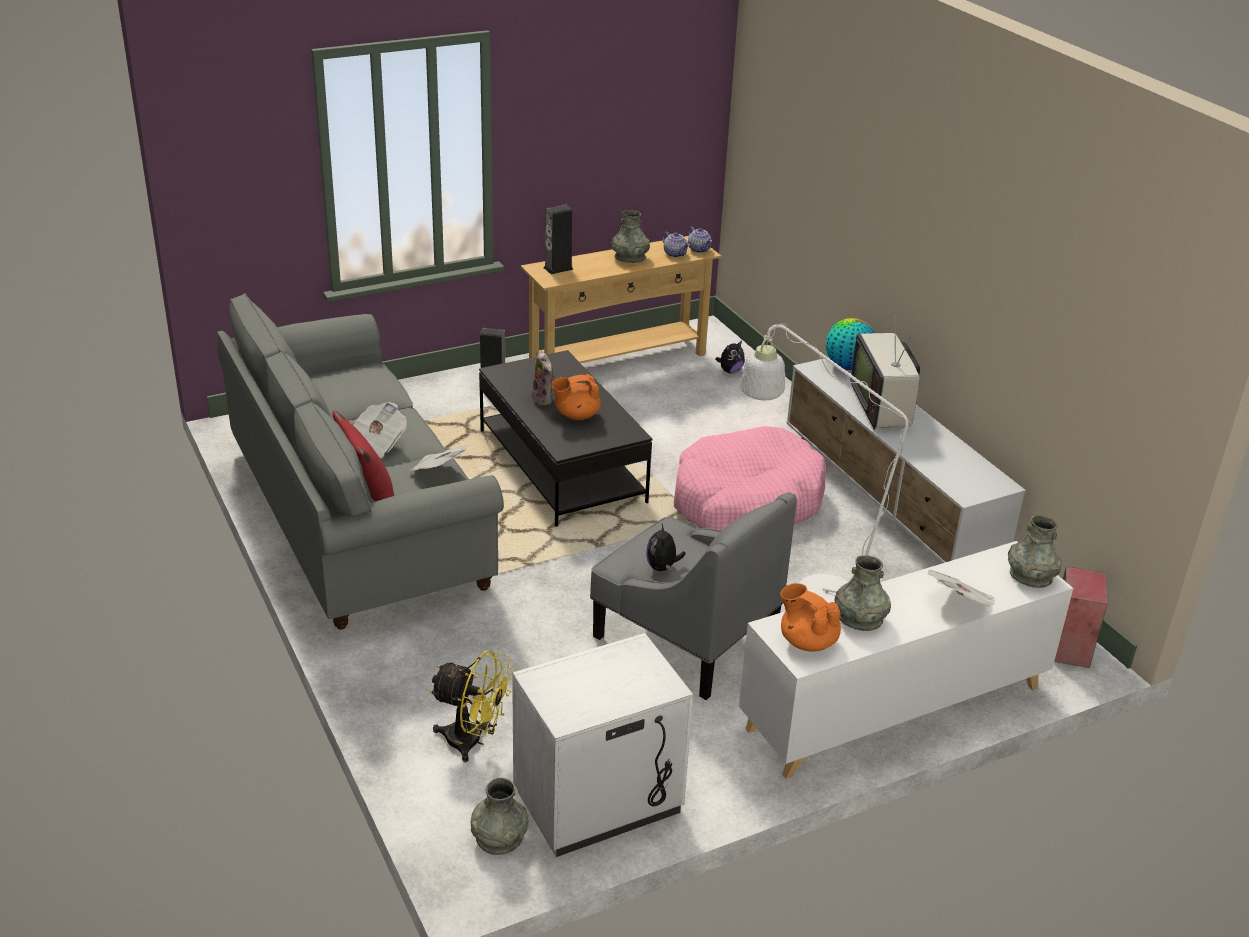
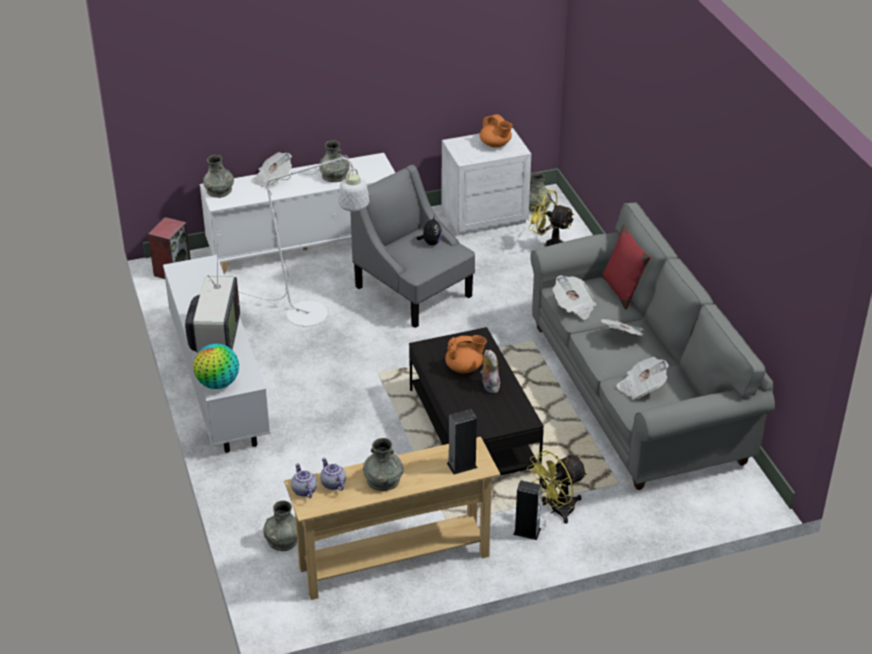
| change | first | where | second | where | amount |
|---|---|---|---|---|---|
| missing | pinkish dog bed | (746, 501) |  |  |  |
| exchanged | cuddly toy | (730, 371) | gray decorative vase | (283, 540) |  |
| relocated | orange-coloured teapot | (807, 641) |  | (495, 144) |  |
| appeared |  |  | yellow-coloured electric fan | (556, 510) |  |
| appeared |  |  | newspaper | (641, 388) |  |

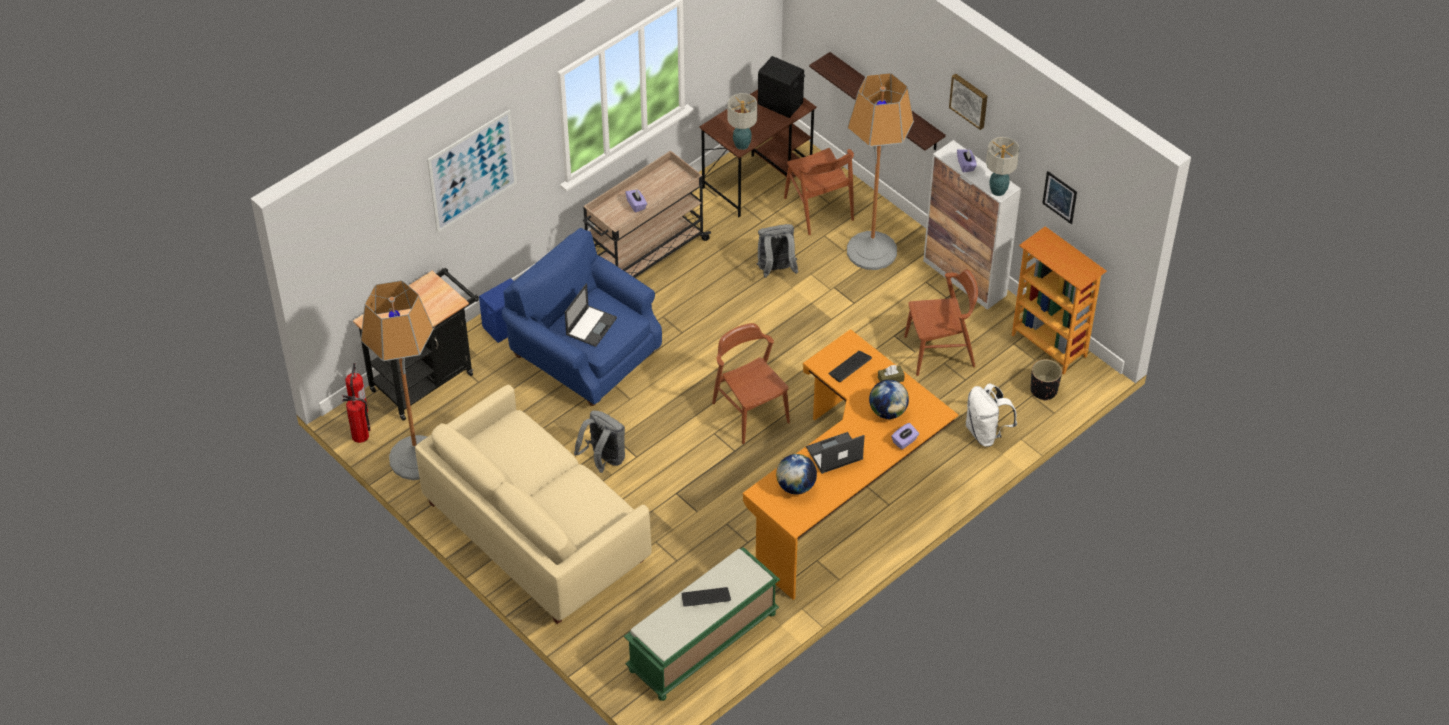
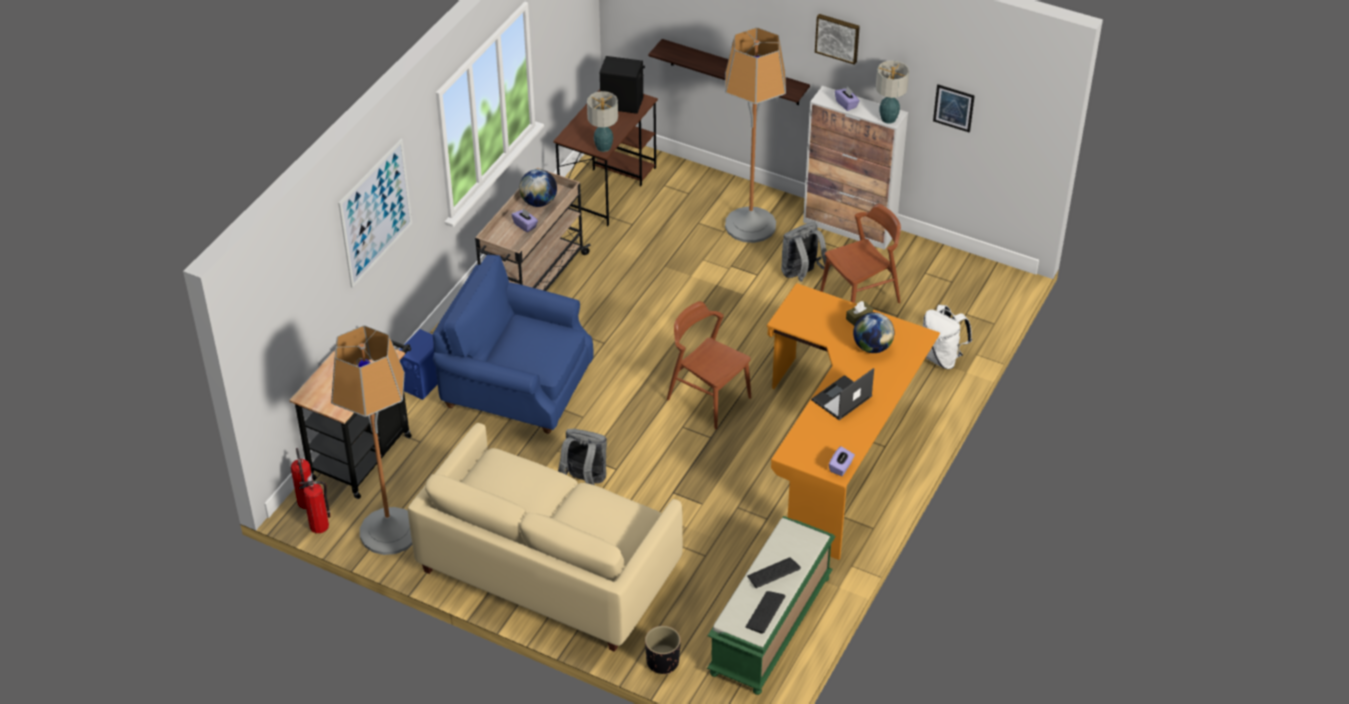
| change | first | where | second | where | amount |
|---|---|---|---|---|---|
| missing | portable computer | (591, 326) |  |  |  |
| relocated | gray rucksack | (776, 270) |  | (801, 275) |  |
| relocated | desk globe | (796, 486) |  | (539, 202) |  |
| missing | brownish upright chair | (819, 209) |  |  |  |
| relocated | computer keyboard | (850, 367) |  | (765, 612) |  |
| relocated | purple-coloured tissue holder | (904, 441) |  | (841, 467) |  |
| missing | shelving unit | (1050, 345) |  |  |  |
| relocated | blackish plant pot | (1043, 390) |  | (662, 662) |  |

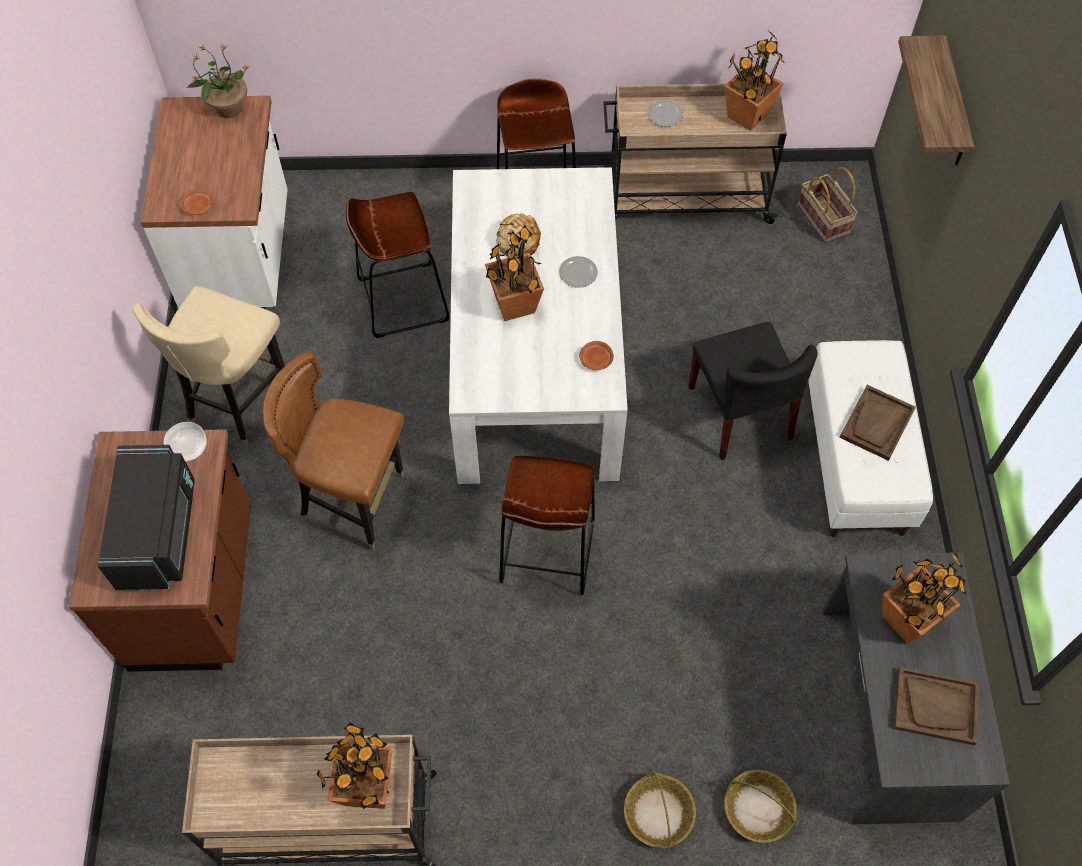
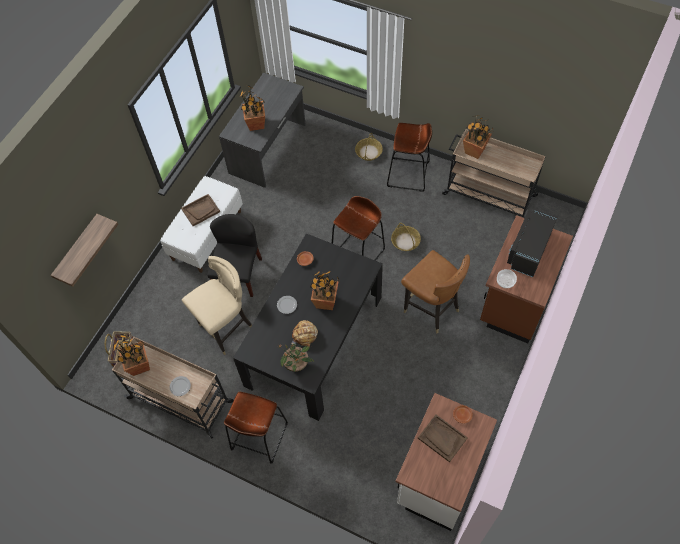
| change | first | where | second | where | amount |
|---|---|---|---|---|---|
| relocated | beige-coloured upright chair | (238, 404) |  | (226, 329) |  |
| relocated | plant in a pot | (228, 108) |  | (297, 364) |  |
| relocated | brownish stool | (403, 299) |  | (408, 174) |  |
| colour | white-coloured kitchen table | (536, 362) | blackish kitchen table | (314, 340) |  |
| relocated | storage basket | (757, 809) |  | (405, 241) |  |
| relocated | brownish carrying tray | (935, 706) |  | (442, 438) |  |

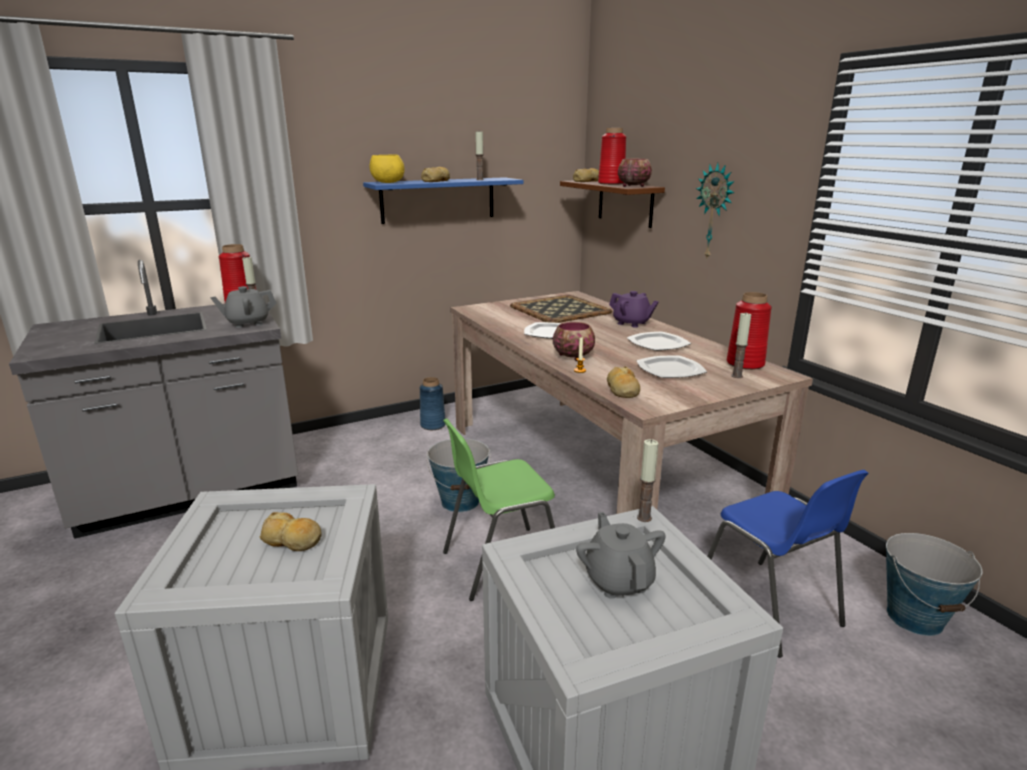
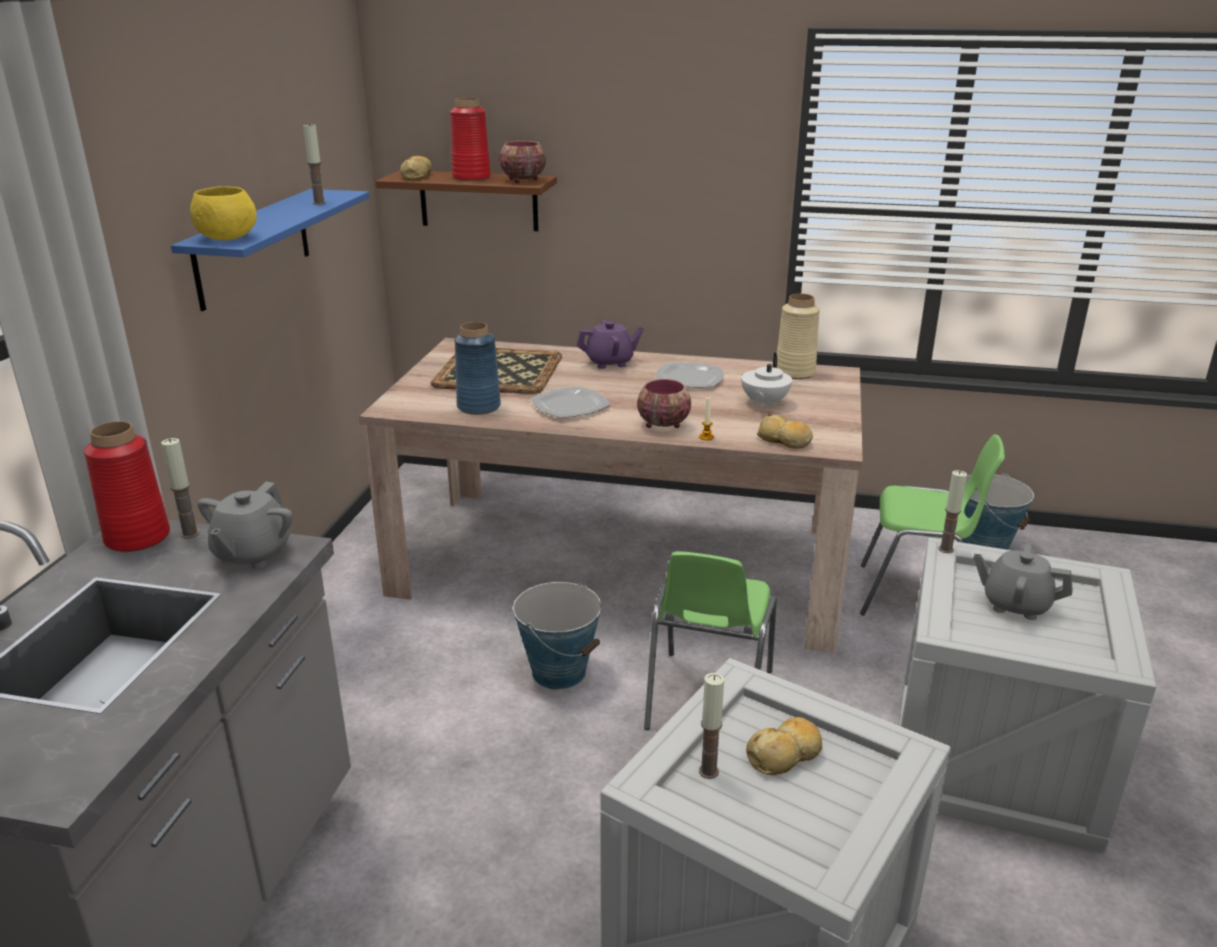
| change | first | where | second | where | amount |
|---|---|---|---|---|---|
| relocated | blue decorative vase | (433, 425) |  | (479, 407) |  |
| missing | baked bread | (436, 181) |  |  |  |
| exchanged | dinner plate | (669, 369) | white-coloured teapot | (764, 403) |  |
| missing | hanging clock | (715, 212) |  |  |  |
| colour | blue upright chair | (768, 607) | green-coloured upright chair | (917, 596) |  |
| colour | red decorative vase | (745, 363) | beige-coloured decorative vase | (794, 372) |  |
| relocated | candle | (737, 376) |  | (708, 771) |  |

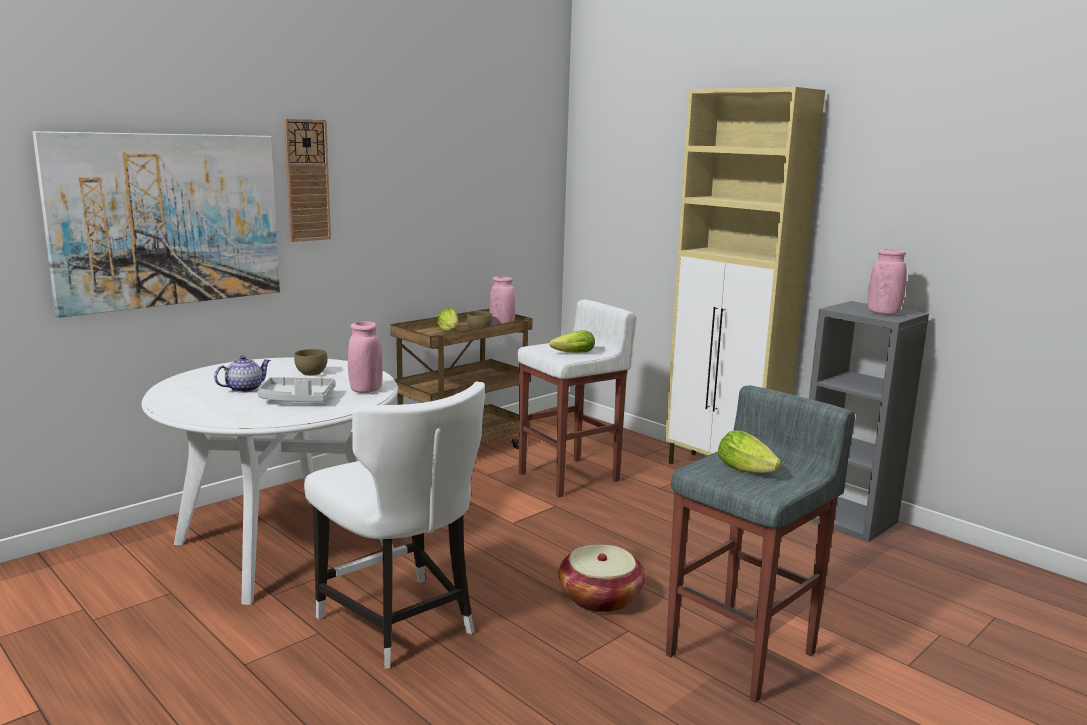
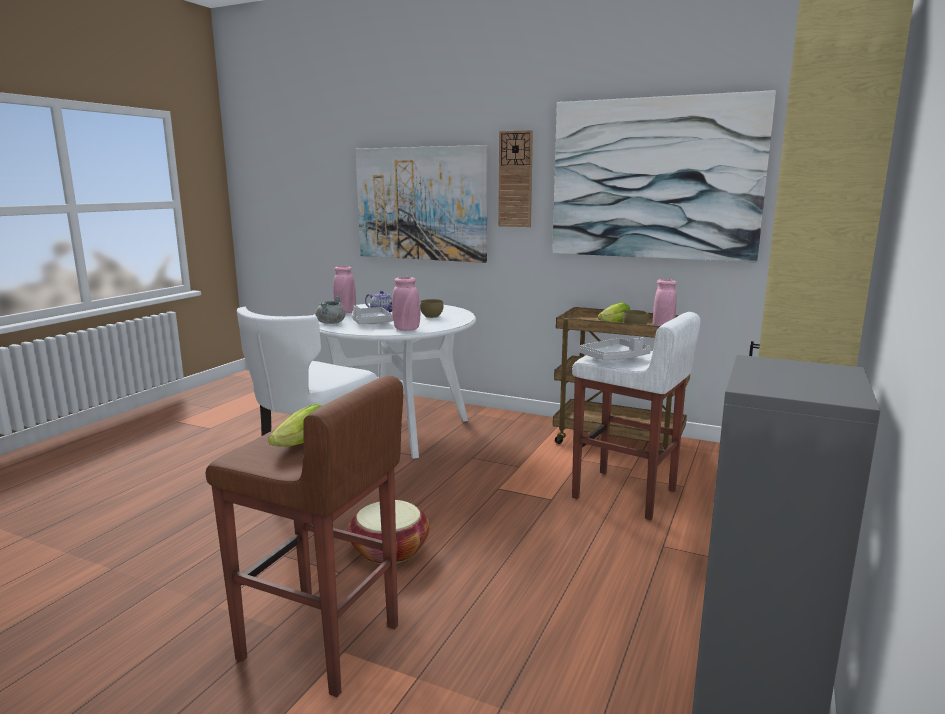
| change | first | where | second | where | amount |
|---|---|---|---|---|---|
| exchanged | head of lettuce | (571, 353) | gray carrying tray | (614, 358) |  |
| colour | gray stool | (743, 653) | brownish stool | (320, 644) |  |
| relocated | pinkish decorative vase | (883, 313) |  | (346, 312) |  |
| appeared |  |  | gray stockpot | (331, 323) |  |
| appeared |  |  | wall art | (654, 179) |  |

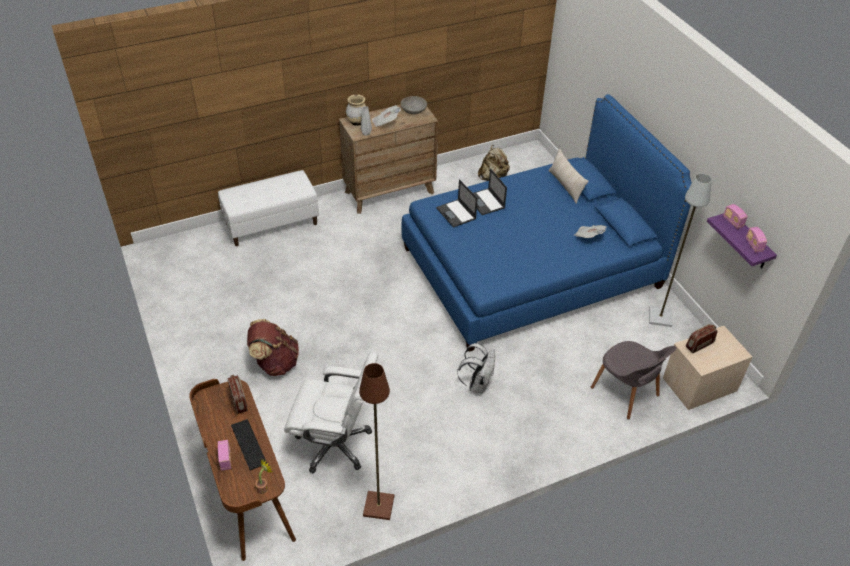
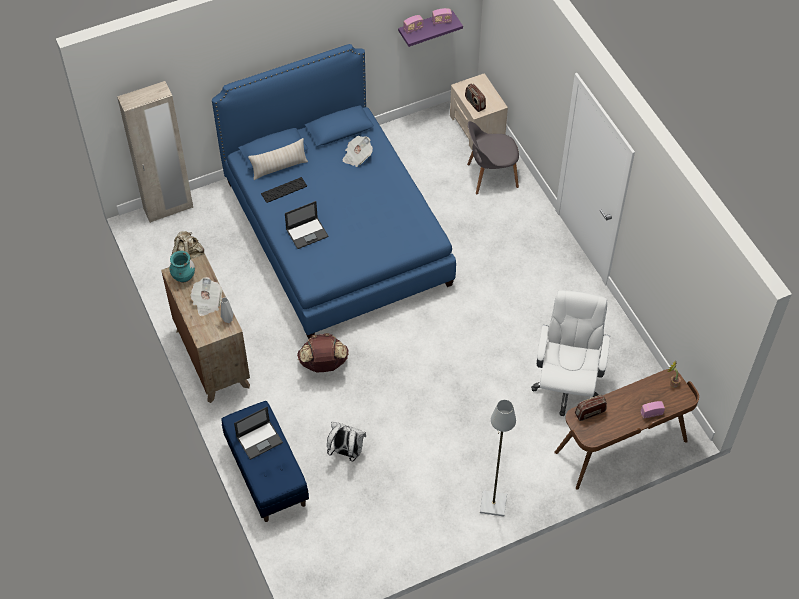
| change | first | where | second | where | amount |
|---|---|---|---|---|---|
| colour | white-coloured bench | (271, 223) | blue bench | (266, 473) |  |
| relocated | computer keyboard | (247, 444) |  | (284, 191) |  |
| relocated | brownish rucksack | (275, 363) |  | (323, 364) |  |
| missing | beige-coloured decorative vase | (357, 122) |  |  |  |
| missing | brownish standing lamp | (378, 505) |  |  |  |
| exchanged | gray deep dish | (413, 110) | turquoise decorative vase | (184, 277) |  |
| relocated | portable computer | (456, 214) |  | (260, 439) |  |
| relocated | white-coloured rucksack | (477, 384) |  | (346, 452) |  |
| spun | gray upright chair | (626, 393) |  | (490, 176) | 150 degrees counterclockwise |
| relocated | gray standing lamp | (659, 317) |  | (492, 504) |  |
| appeared |  |  | beige-coloured armoire | (168, 209) |  |

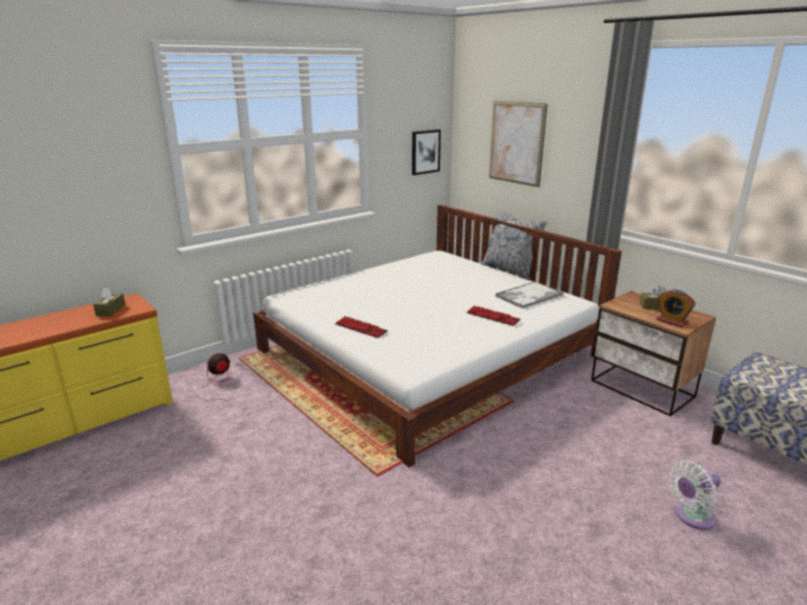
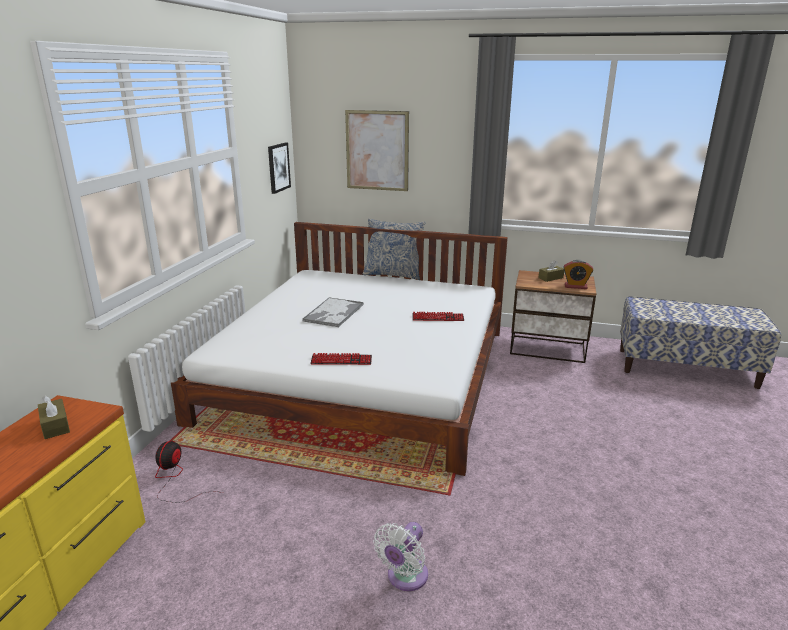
| change | first | where | second | where | amount |
|---|---|---|---|---|---|
| relocated | carrying tray | (528, 296) |  | (333, 313) |  |
| relocated | white-coloured electric fan | (692, 517) |  | (405, 578) |  |

